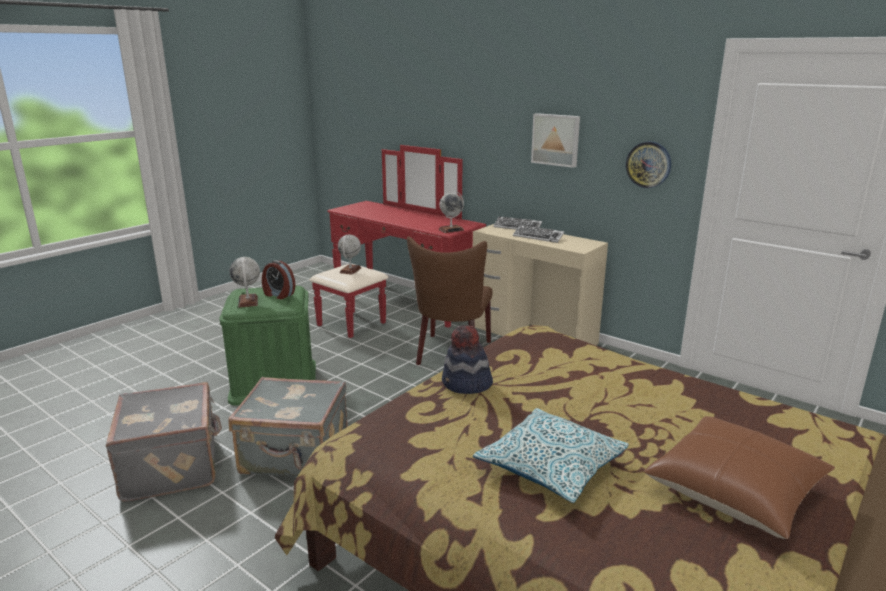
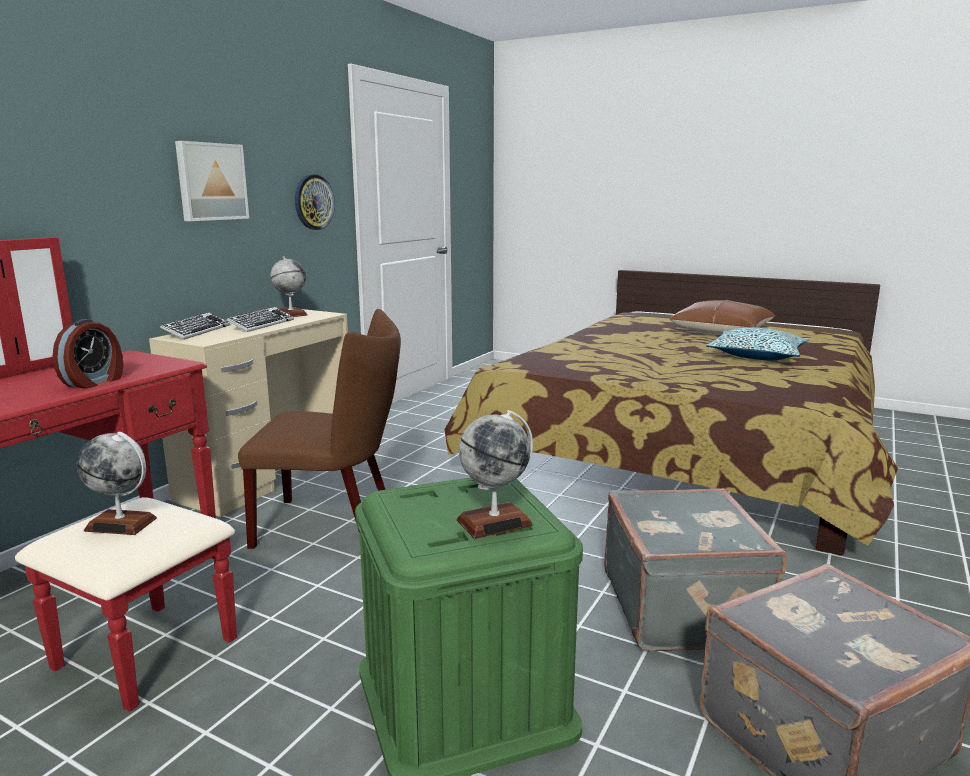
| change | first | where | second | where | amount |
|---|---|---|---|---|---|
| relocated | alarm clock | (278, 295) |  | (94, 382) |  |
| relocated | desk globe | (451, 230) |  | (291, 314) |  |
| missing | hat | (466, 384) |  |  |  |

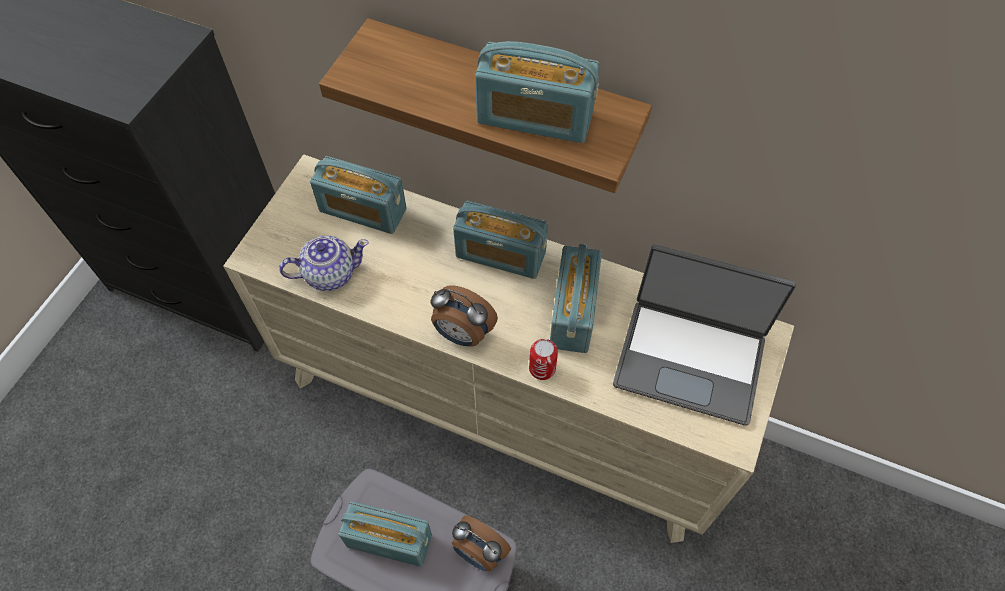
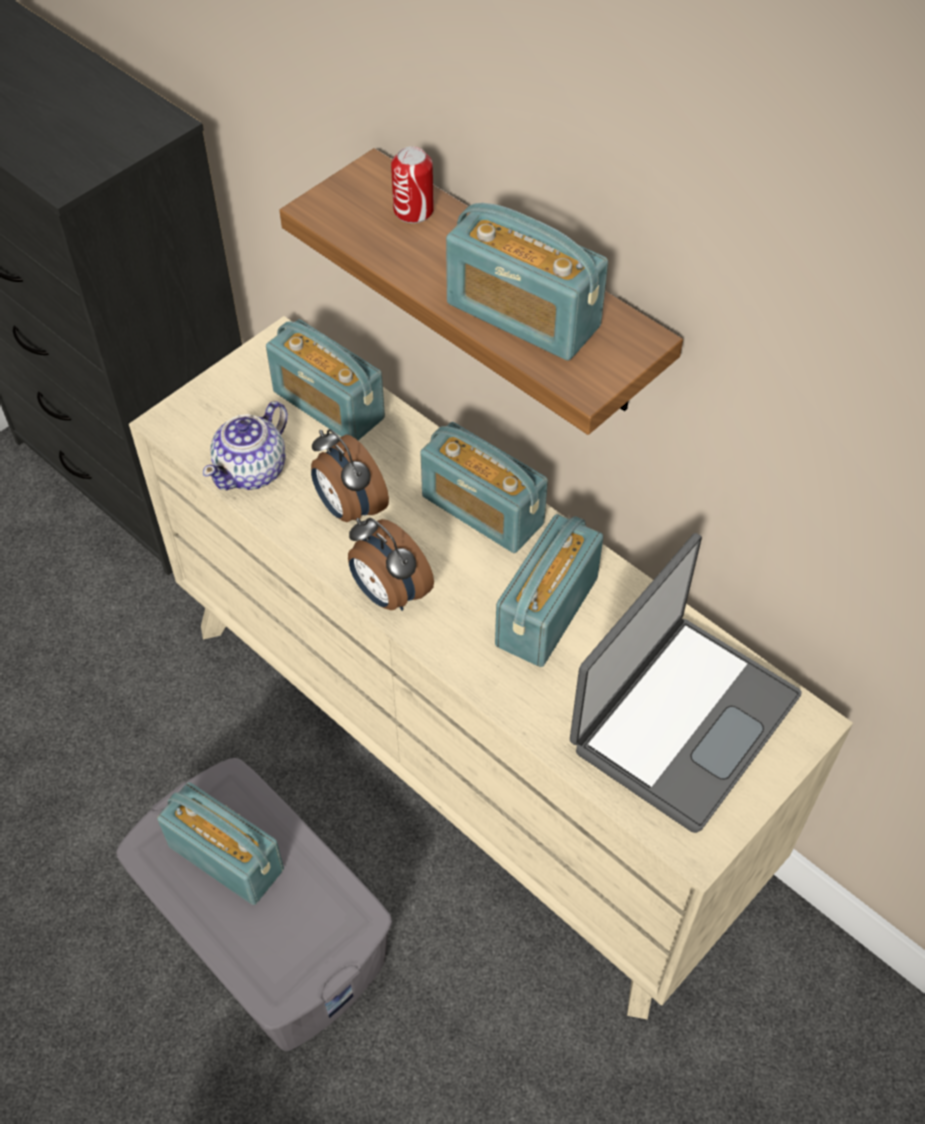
| change | first | where | second | where | amount |
|---|---|---|---|---|---|
| spun | teapot | (329, 274) |  | (253, 470) | 120 degrees clockwise |
| relocated | alarm clock | (479, 552) |  | (349, 509) |  |
| relocated | sealed can | (542, 368) |  | (413, 211) |  |
| spun | portable computer | (690, 359) |  | (681, 719) | 90 degrees counterclockwise |

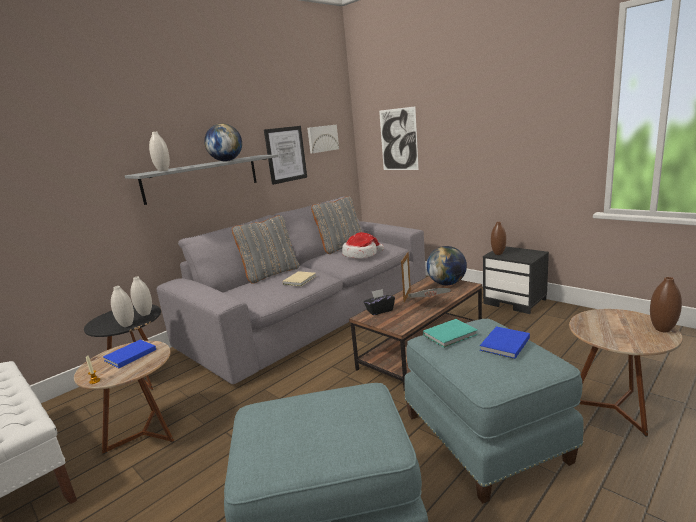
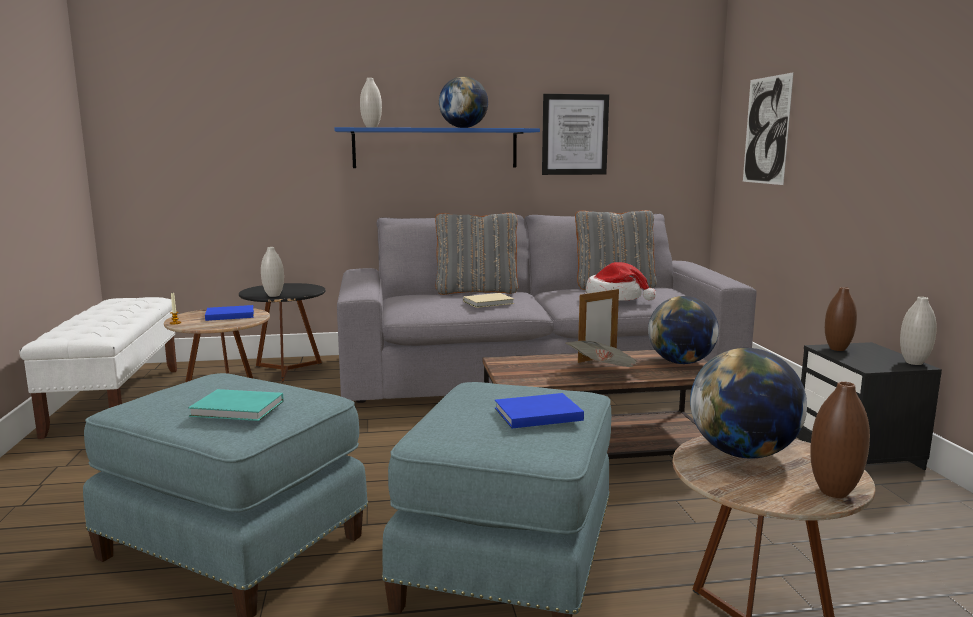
| change | first | where | second | where | amount |
|---|---|---|---|---|---|
| colour | gray wall shelf | (202, 178) | blue wall shelf | (435, 148) |  |
| relocated | white-coloured decorative vase | (145, 314) |  | (914, 363) |  |
| missing | wall art | (322, 138) |  |  |  |
| missing | blackish tissue holder | (379, 310) |  |  |  |
| relocated | turquoise bound book | (451, 334) |  | (239, 409) |  |
| appeared |  |  | desk globe | (743, 453) |  |

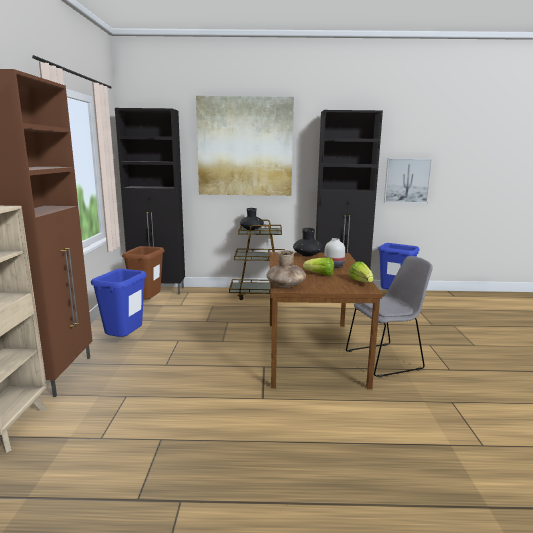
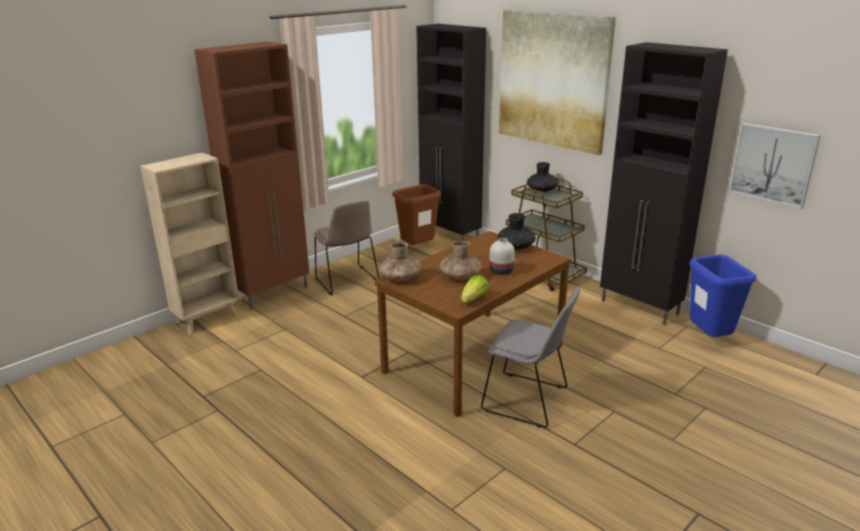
| change | first | where | second | where | amount |
|---|---|---|---|---|---|
| exchanged | blue rubbish bin | (124, 341) | beige-coloured upright chair | (347, 281) |  |
| exchanged | head of lettuce | (320, 275) | brownish decorative vase | (460, 276) |  |

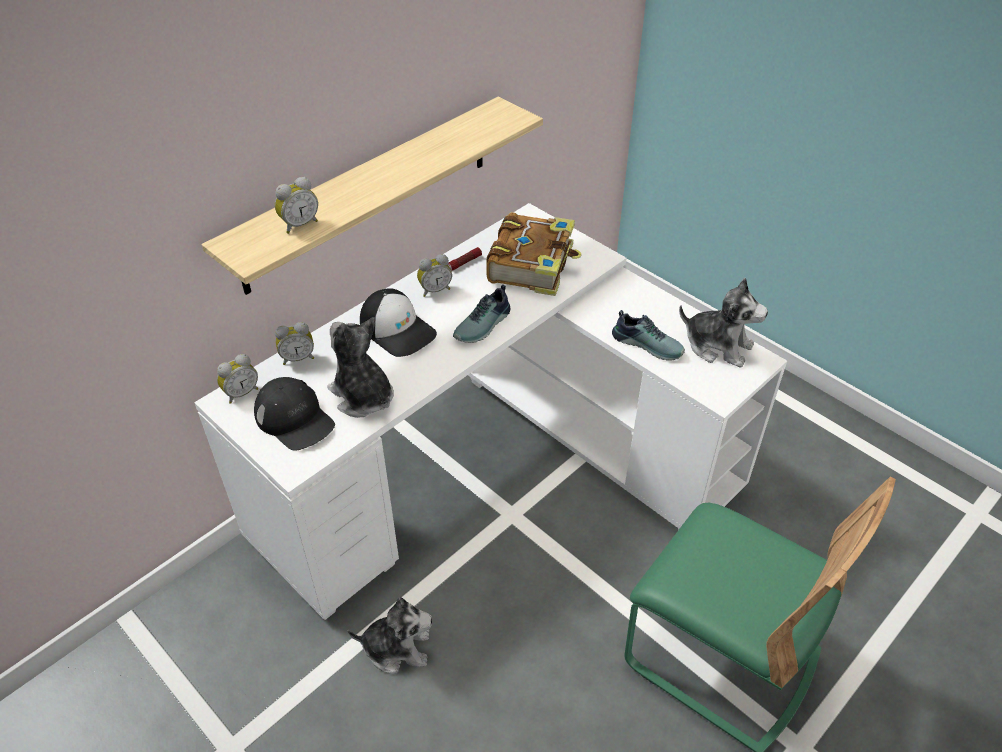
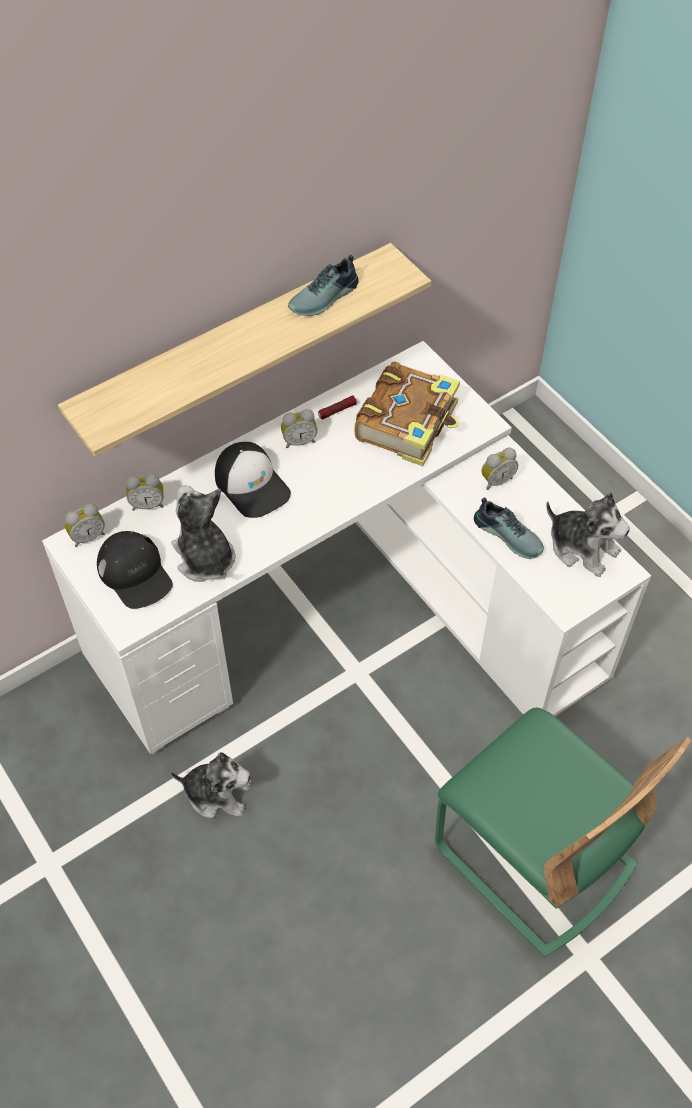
| change | first | where | second | where | amount |
|---|---|---|---|---|---|
| relocated | alarm clock | (299, 224) |  | (496, 480) |  |
| relocated | item of footwear | (484, 326) |  | (325, 298) |  |

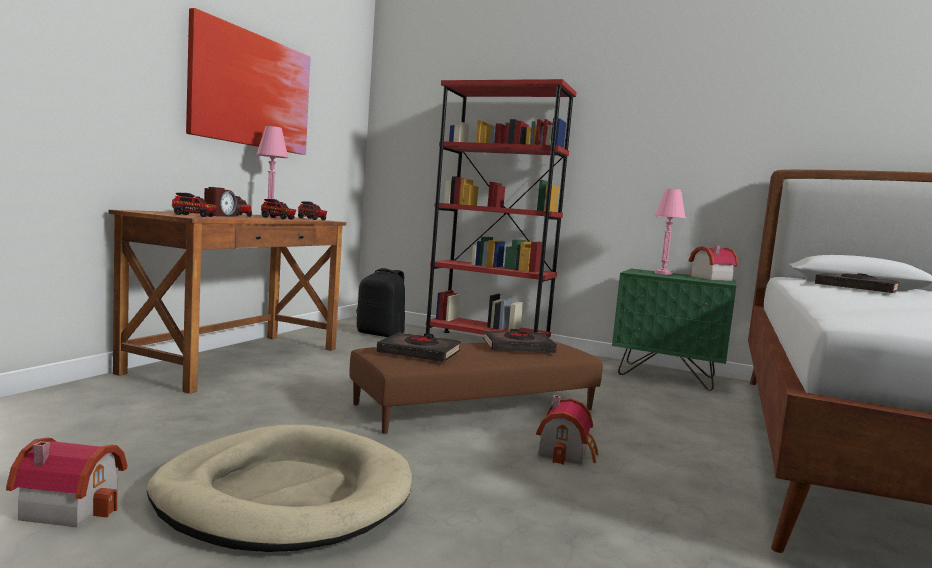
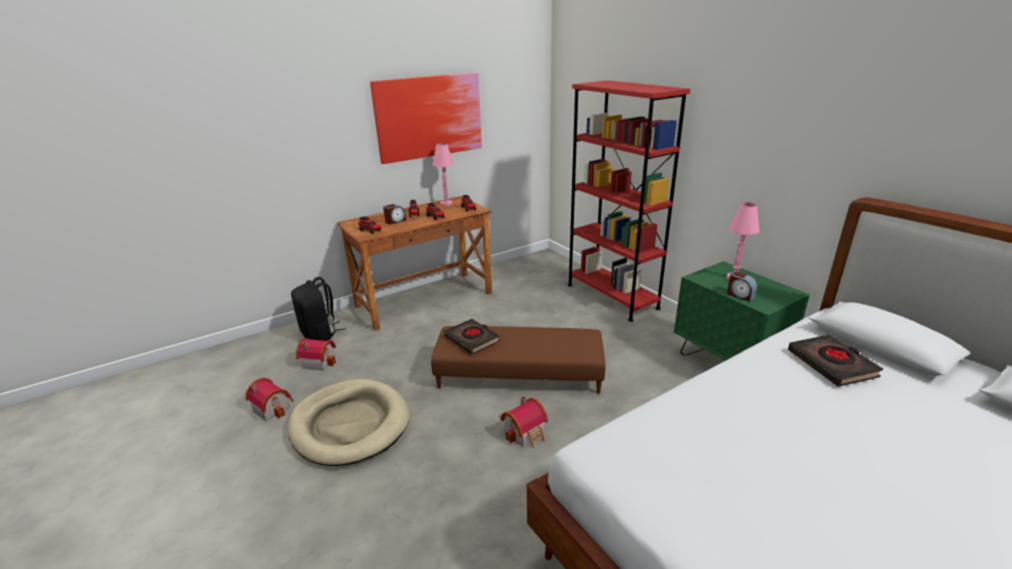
| change | first | where | second | where | amount |
|---|---|---|---|---|---|
| relocated | blackish rucksack | (381, 334) |  | (320, 334) |  |
| missing | blackish bound book | (518, 347) |  |  |  |
| relocated | miniature house | (708, 278) |  | (319, 361) |  |
| appeared |  |  | alarm clock | (740, 295) |  |

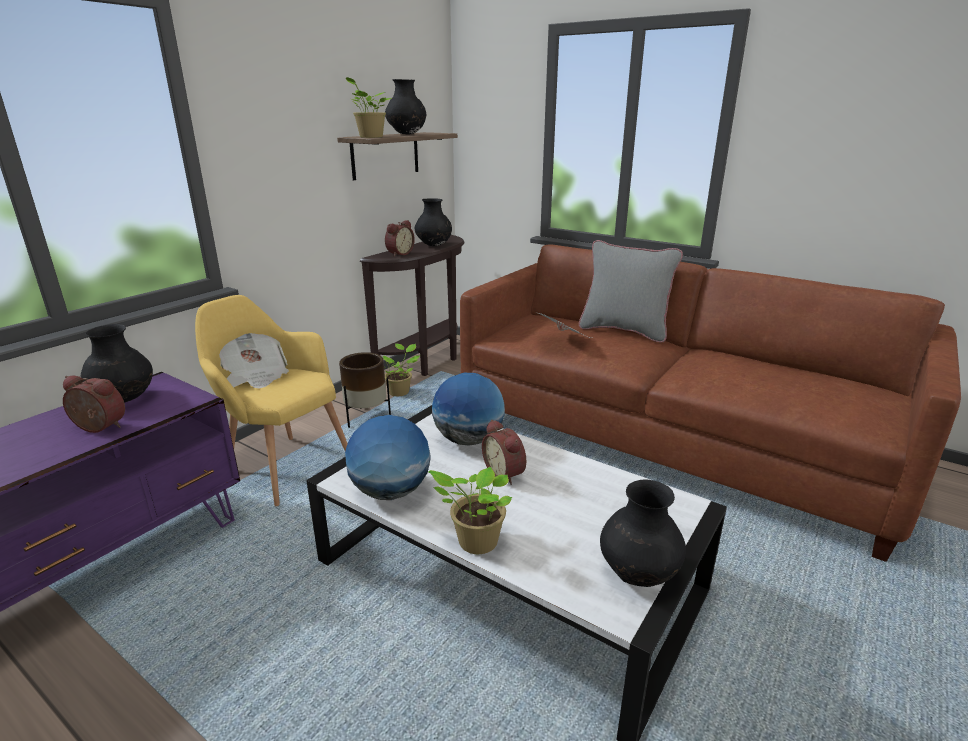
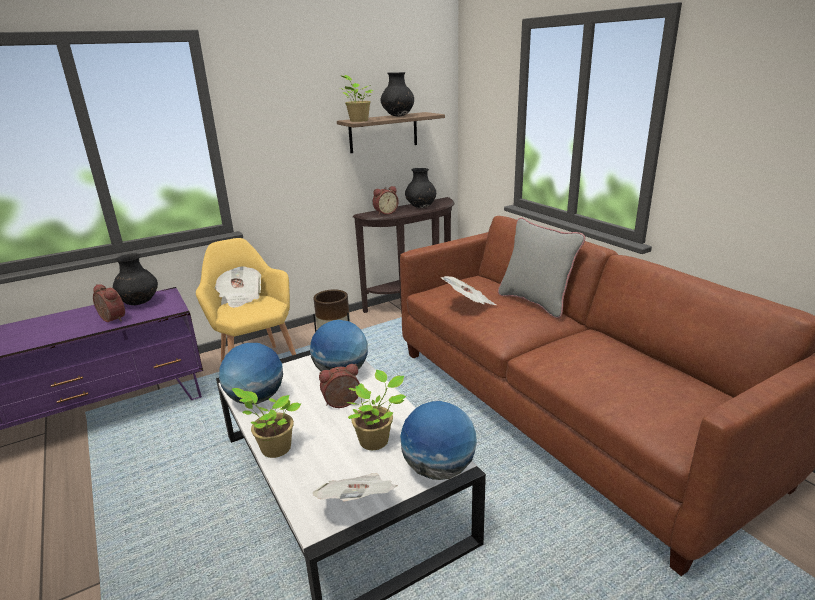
| change | first | where | second | where | amount |
|---|---|---|---|---|---|
| relocated | plant in a pot | (400, 392) |  | (376, 440) |  |
| spun | alarm clock | (505, 473) |  | (342, 404) | 75 degrees clockwise |
| exchanged | blackish decorative vase | (637, 573) | newspaper | (358, 503) |  |
| appeared |  |  | desk globe | (438, 469) |  |

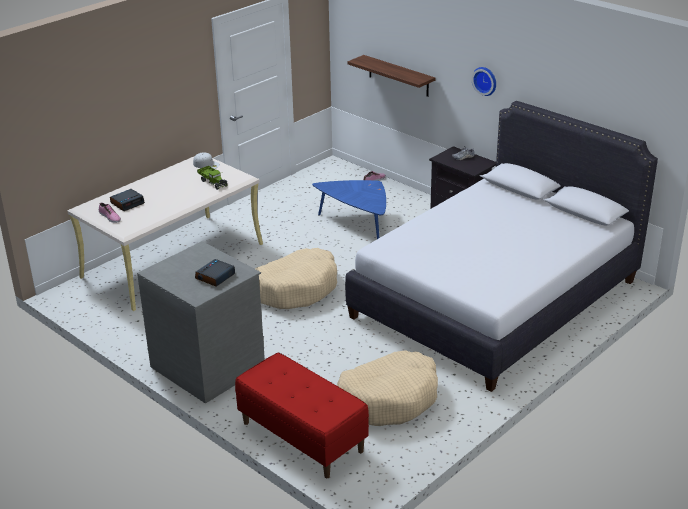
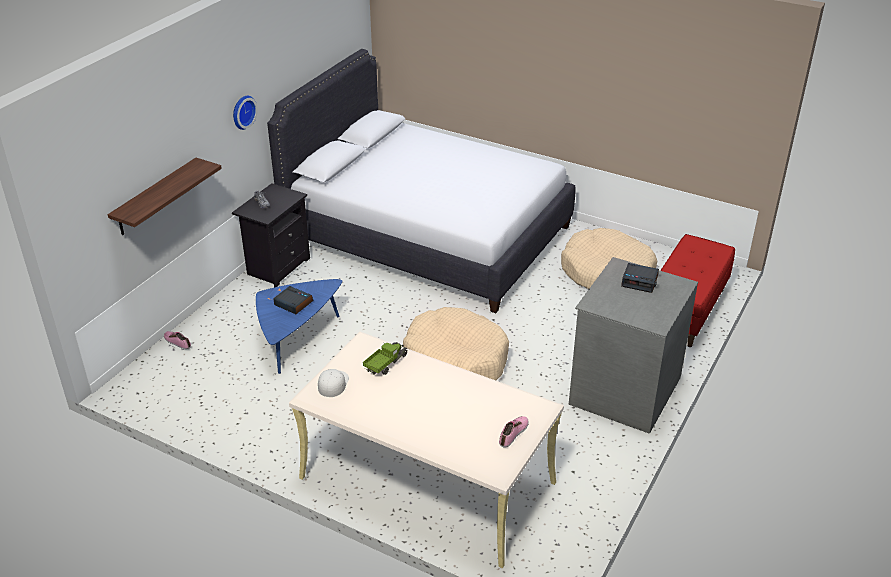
| change | first | where | second | where | amount |
|---|---|---|---|---|---|
| relocated | alarm clock | (127, 203) |  | (293, 303) |  |

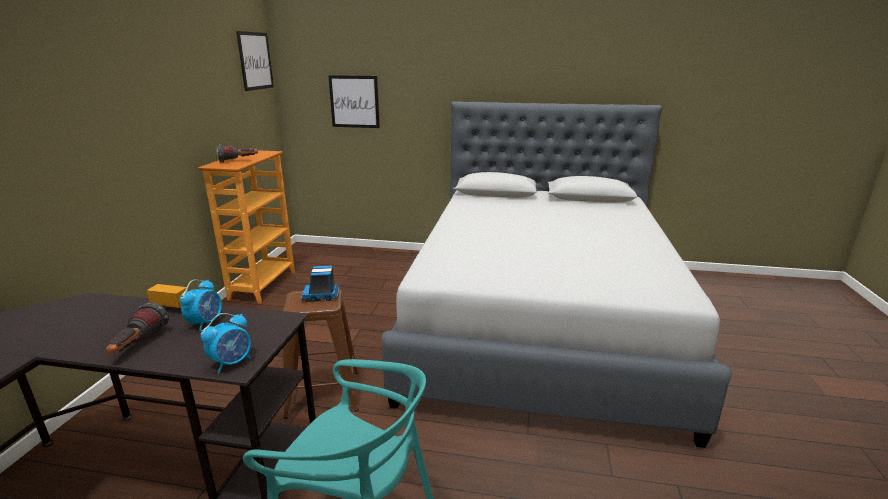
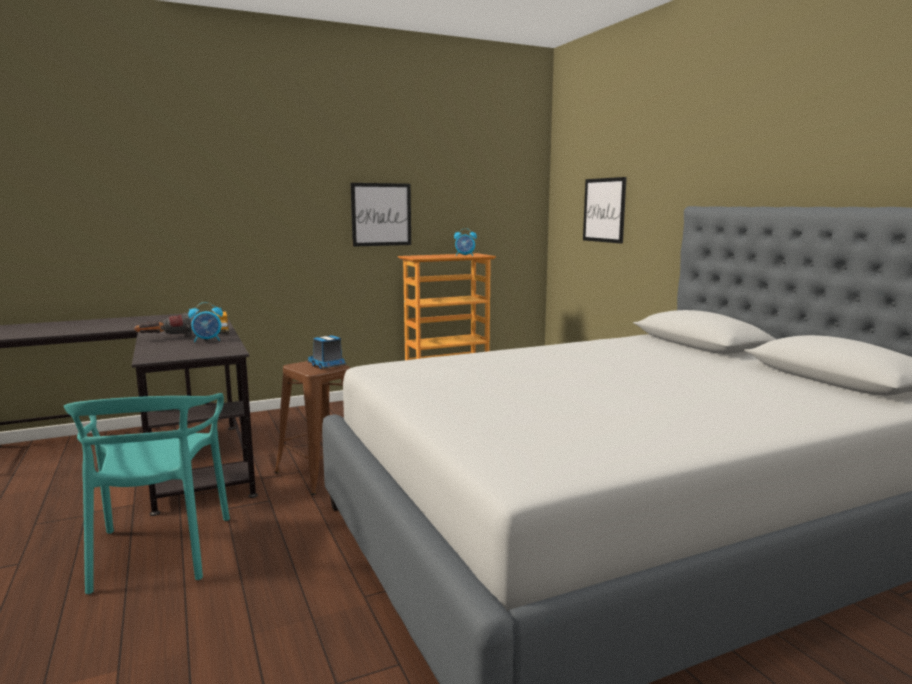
| change | first | where | second | where | amount |
|---|---|---|---|---|---|
| relocated | alarm clock | (232, 362) |  | (465, 255) |  |
| missing | torch | (238, 161) |  |  |  |
| relocated | wall art | (255, 61) |  | (381, 214) |  |

